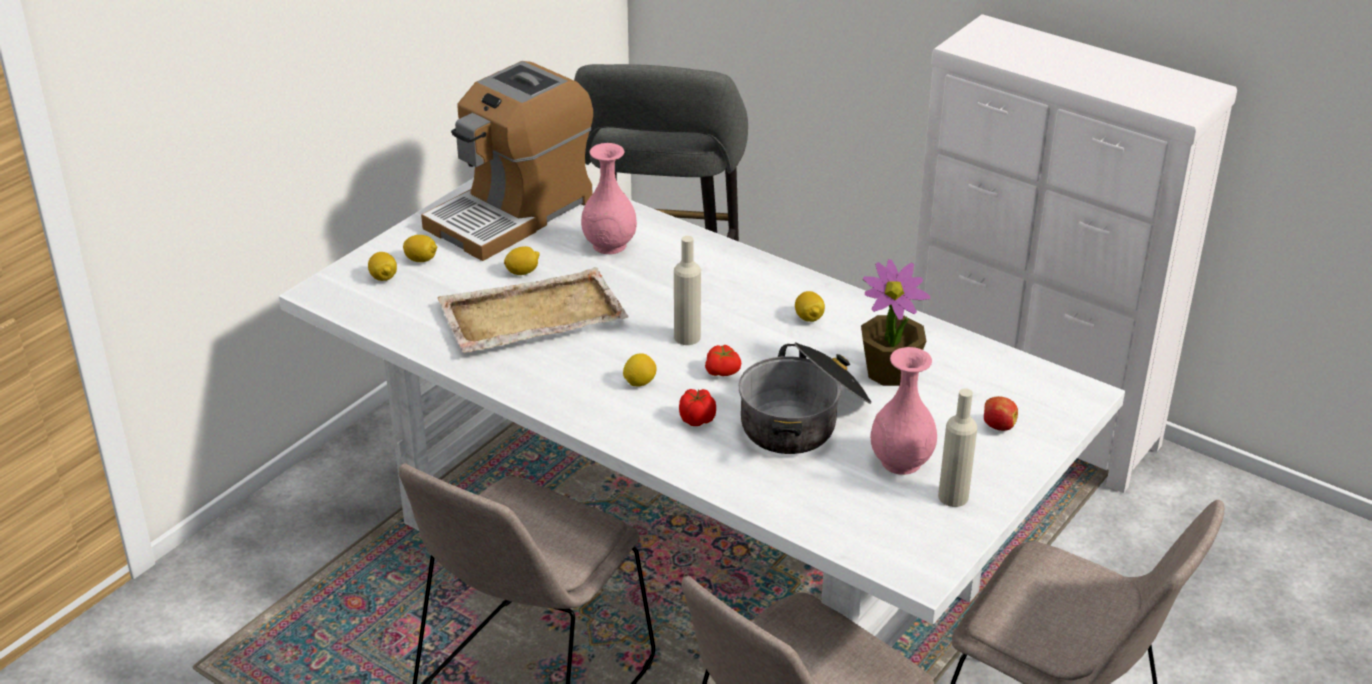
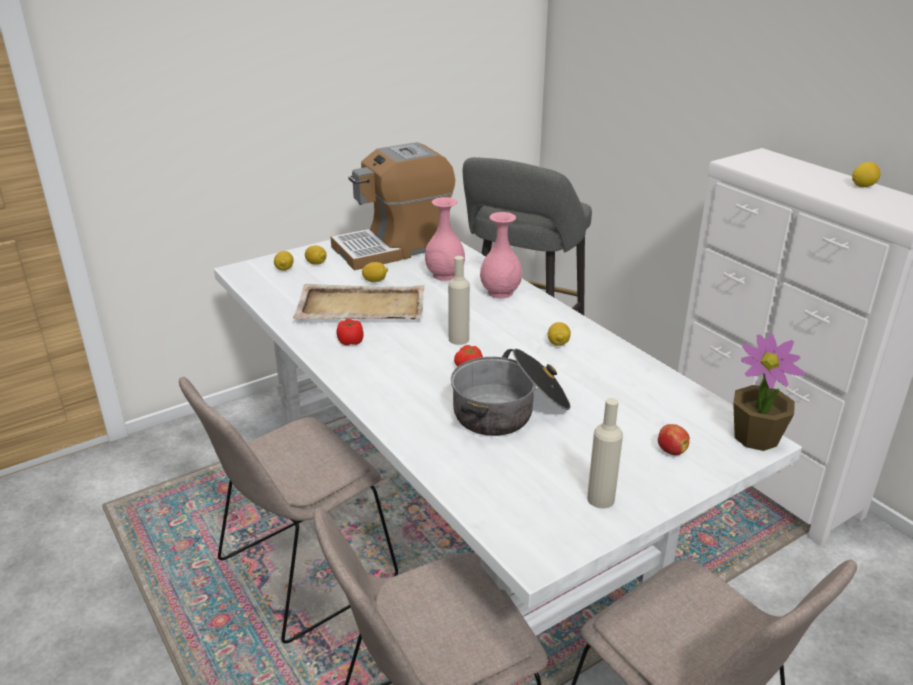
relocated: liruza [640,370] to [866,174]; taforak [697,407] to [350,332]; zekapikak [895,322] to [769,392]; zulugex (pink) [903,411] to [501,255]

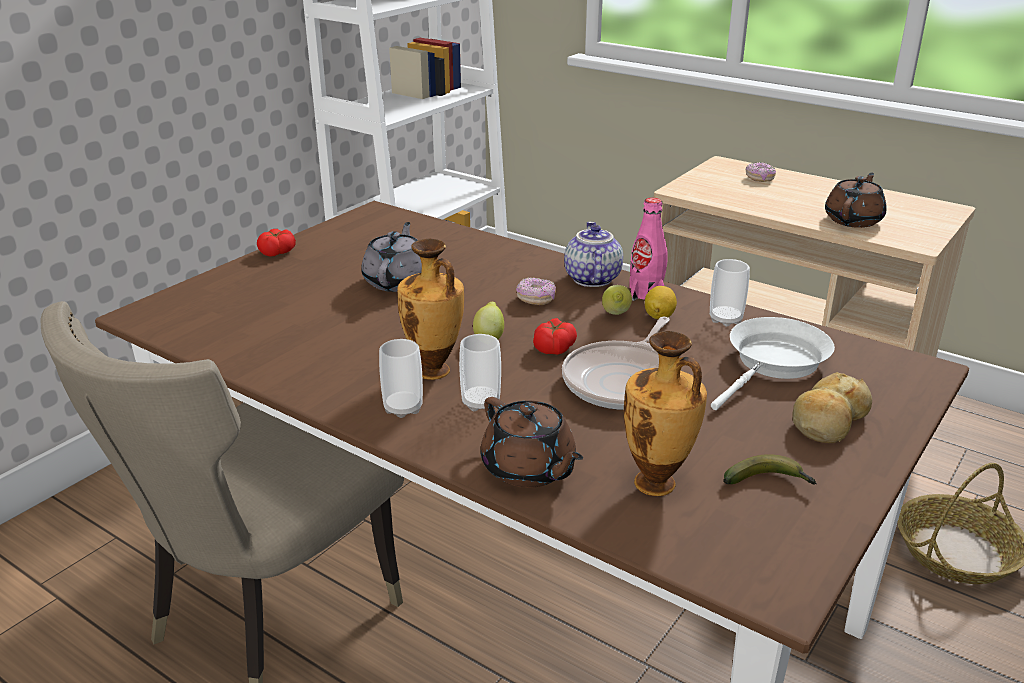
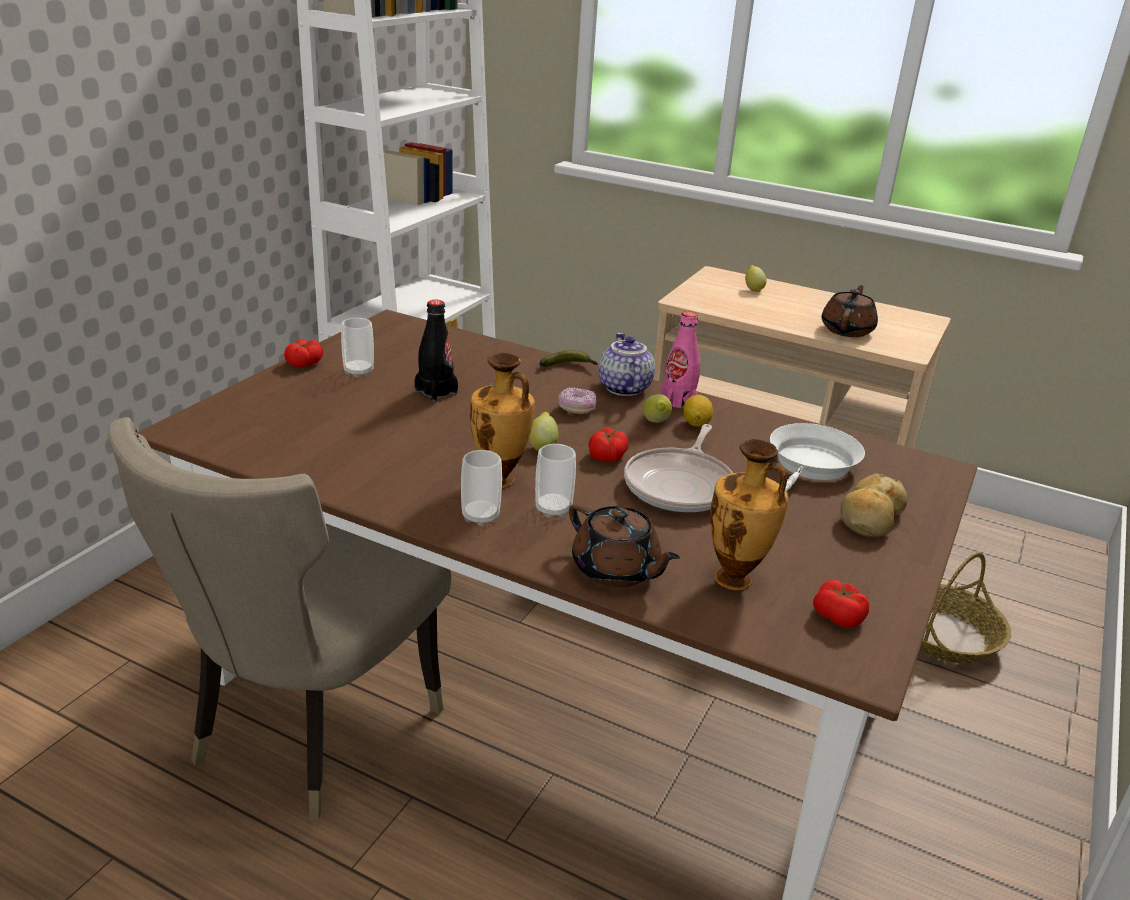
appeared: taforak [841,604]
relocated: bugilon [730,292] to [357,347]; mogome [770,469] to [569,358]
exchanged: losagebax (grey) [391,257] to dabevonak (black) [436,351]; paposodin [761,172] to liruza [755,278]

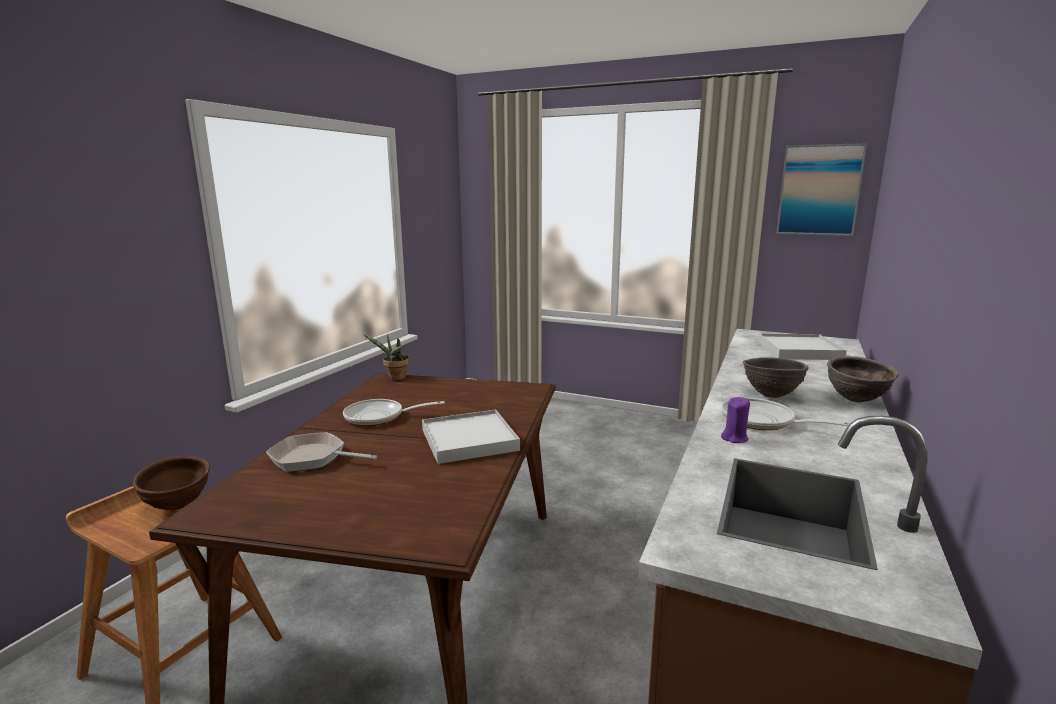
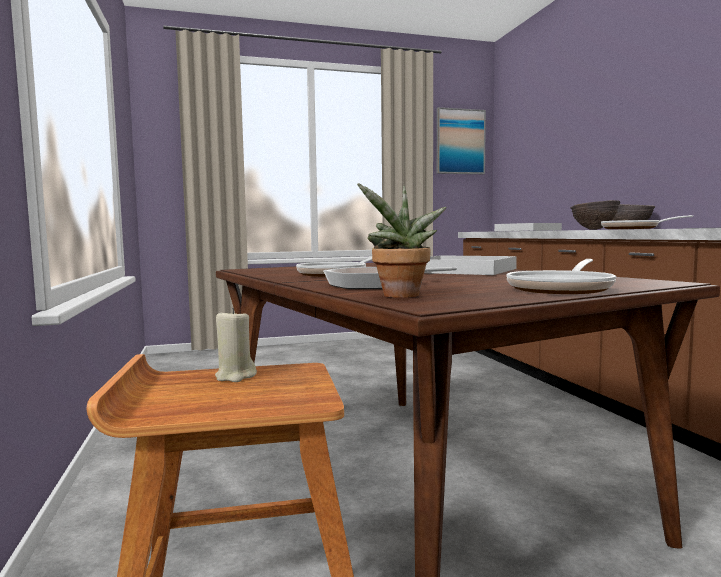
missing: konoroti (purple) [735,420]
appeared: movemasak [561,276]
relocated: zekapikak [386,357] to [402,240]
exchanged: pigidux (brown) [171,483] to konoroti (beige) [236,345]

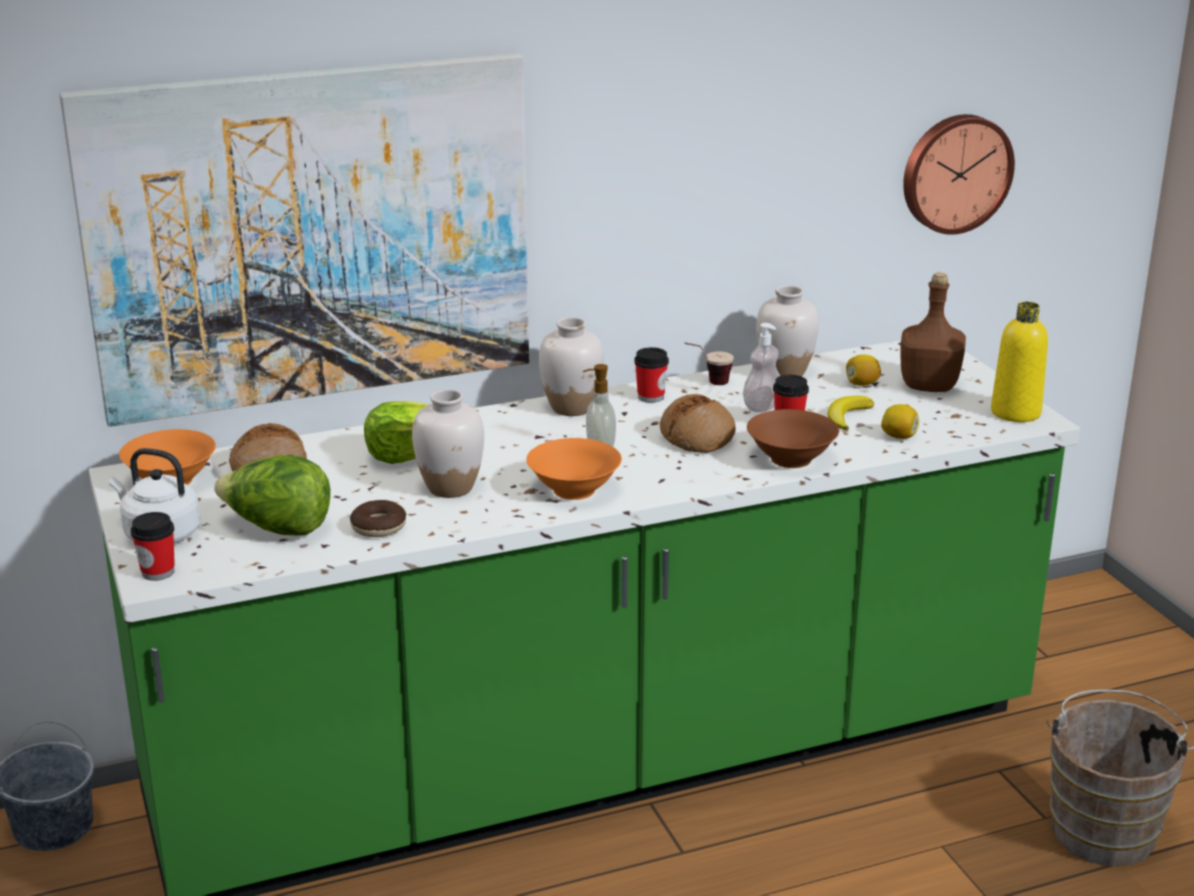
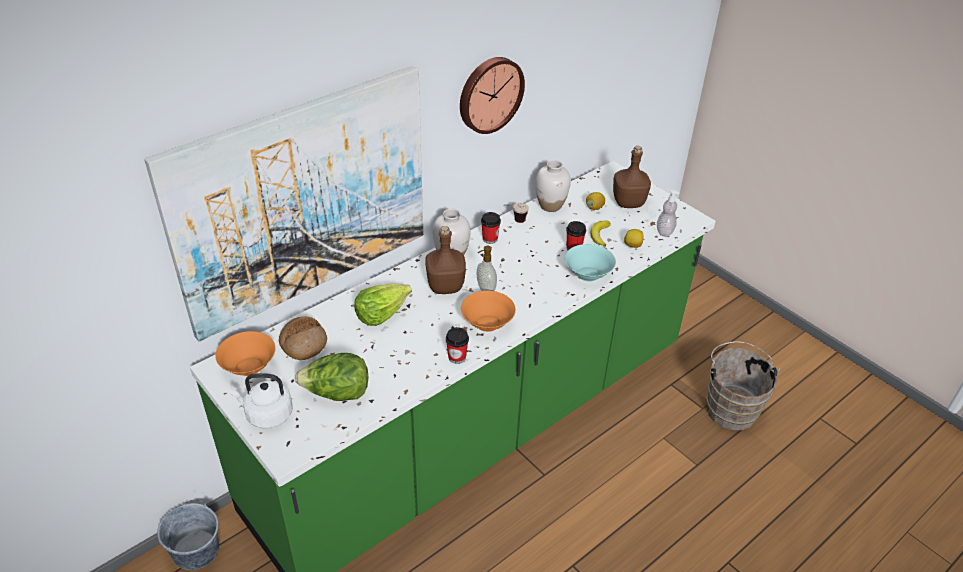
missing: paposodin [378,518]; zulugex (white) [448,443]; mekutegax [698,423]; dabevonak (yellow) [1019,362]
appeared: dabevonak (brown) [445,260]
relocated: bugilon [153,546] to [457,345]; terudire [761,367] to [668,213]; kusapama [959,174] to [492,95]
colour: pigidux (brown) [793,438] to pigidux (turquoise) [590,263]

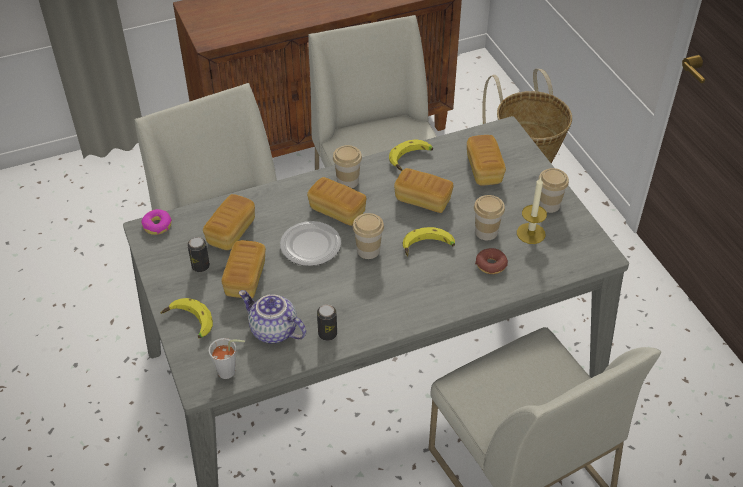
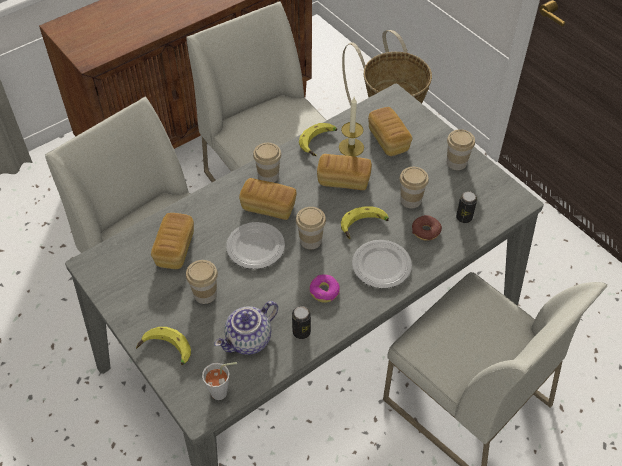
appeared: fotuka [382,264]
relocated: paposodin [156,222] to [324,289]; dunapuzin [198,254] to [466,207]; konoroti [532,210] to [351,127]
exchanged: mekutegax [243,269] to bugilon [202,282]
spun: losagebax [272,316] = [246,328] 60 degrees counterclockwise

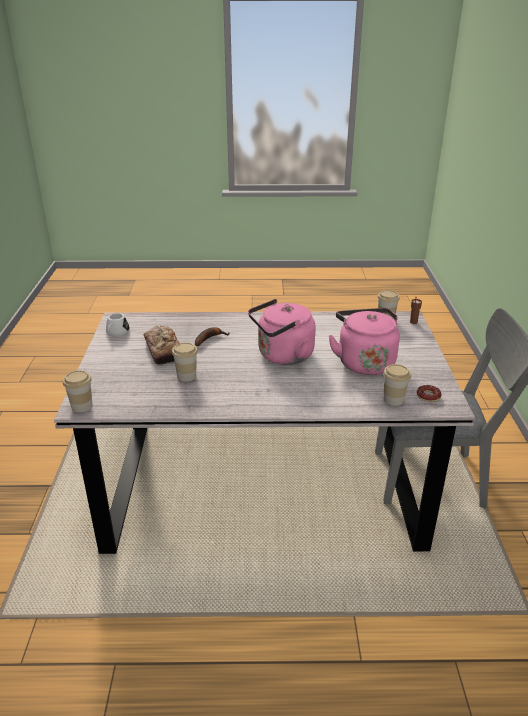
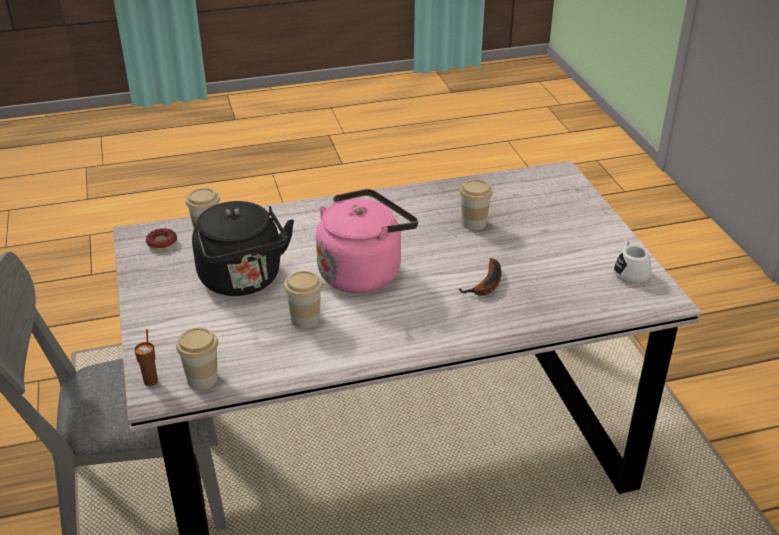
missing: mekutegax [161,345]
relocated: bugilon [77,391] to [303,300]
colour: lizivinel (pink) [364,341] to lizivinel (black) [243,248]

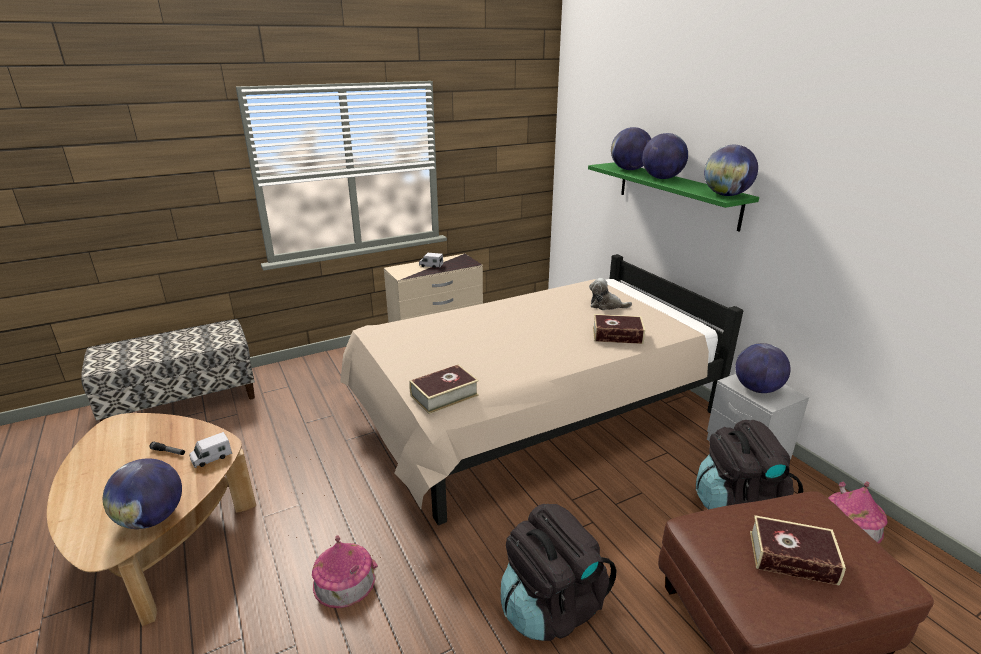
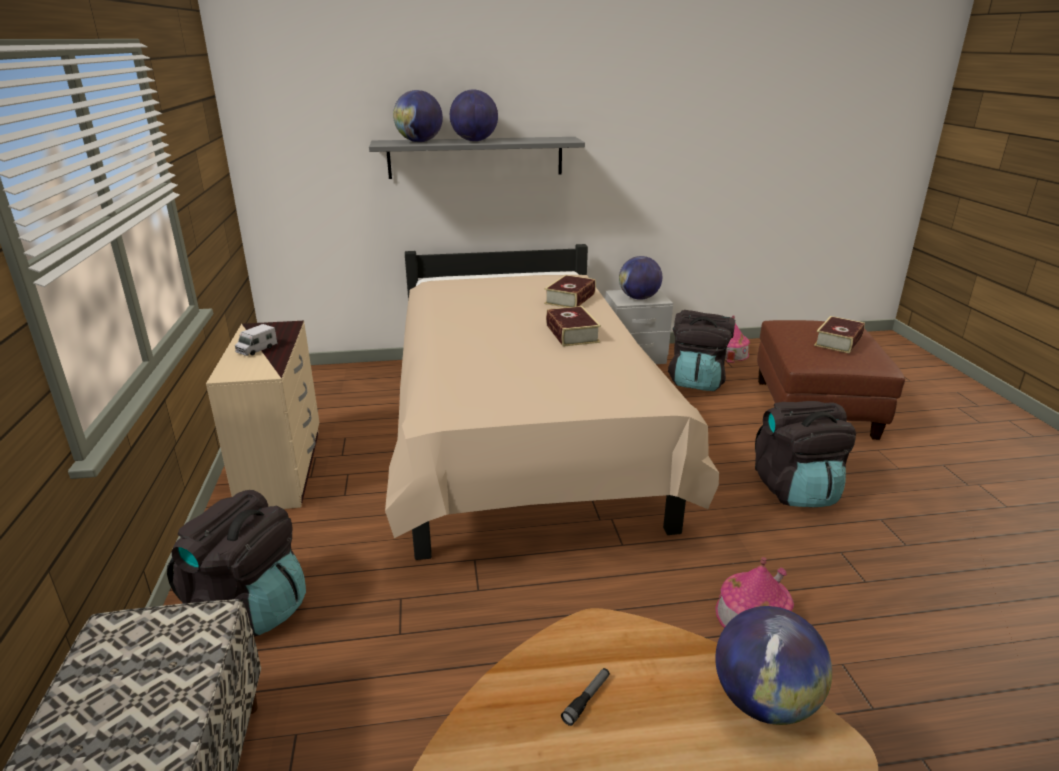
missing: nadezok [211,450]; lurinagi [610,294]; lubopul [731,170]
appeared: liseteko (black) [236,563]
relocated: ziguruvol [444,389] to [573,326]
colour: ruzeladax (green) [673,196] to ruzeladax (grey) [477,158]

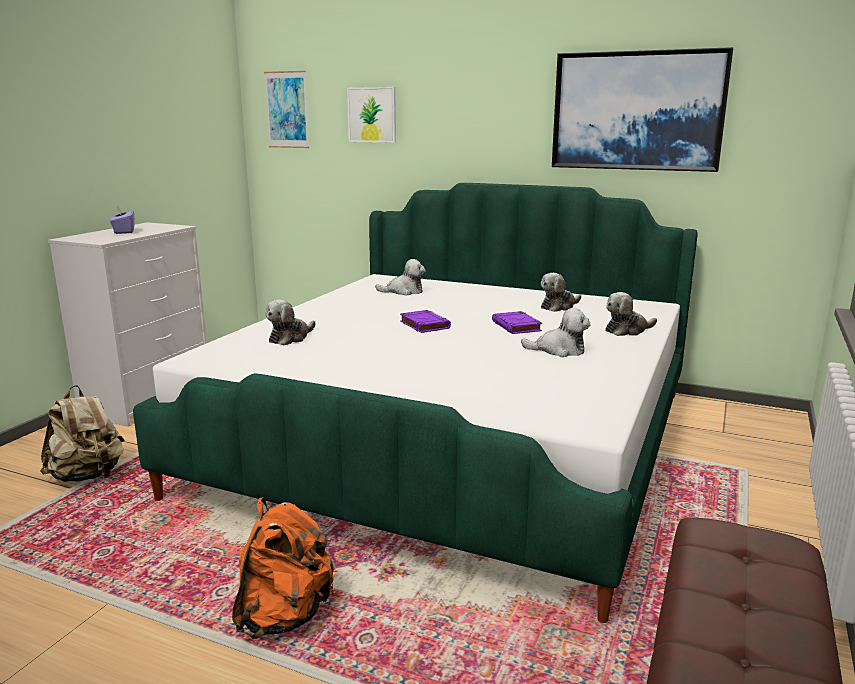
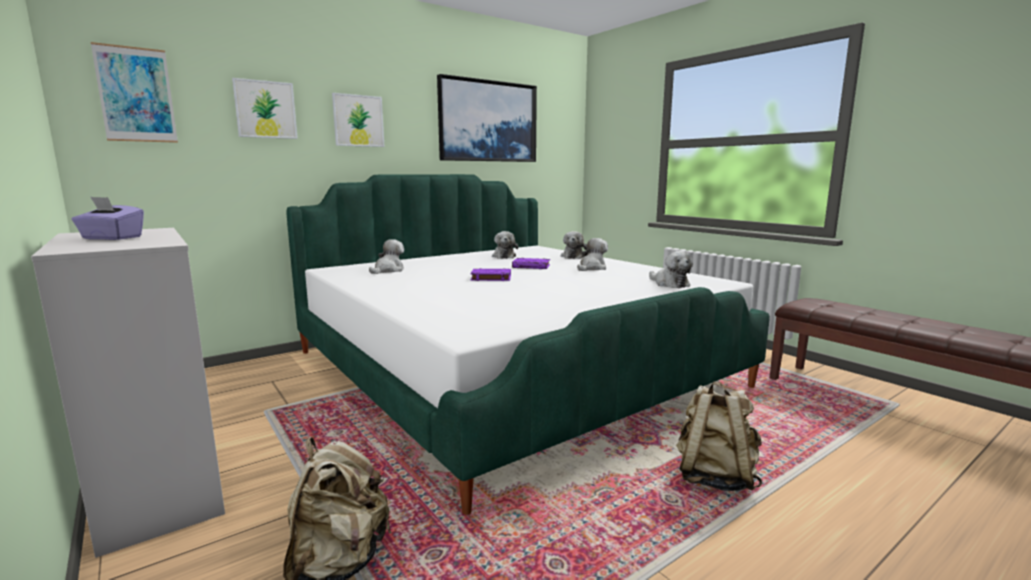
appeared: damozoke [358,120]
relocated: lurinagi [290,322] to [671,269]
colour: liseteko (orange) [283,568] to liseteko (beige) [719,436]

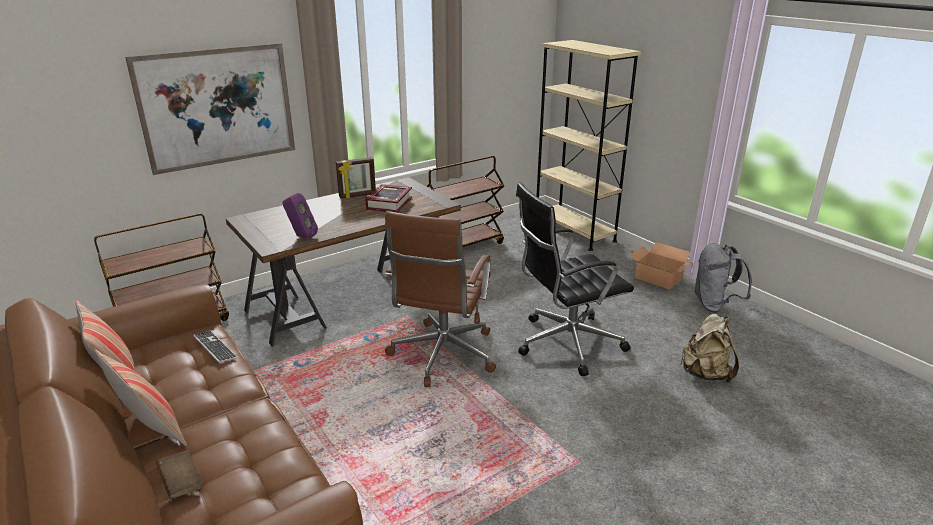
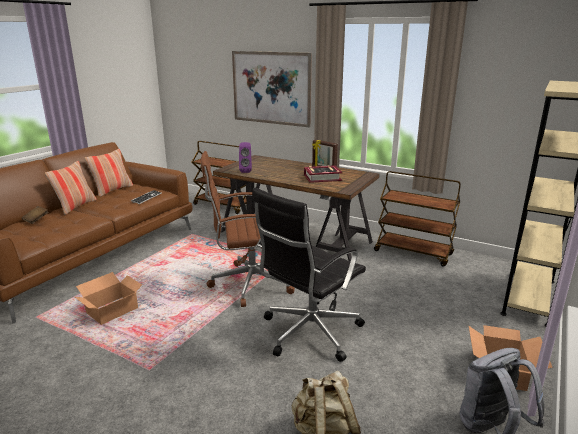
appeared: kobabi [108,298]
spun: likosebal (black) [575,279] = [309,274] 90 degrees counterclockwise

